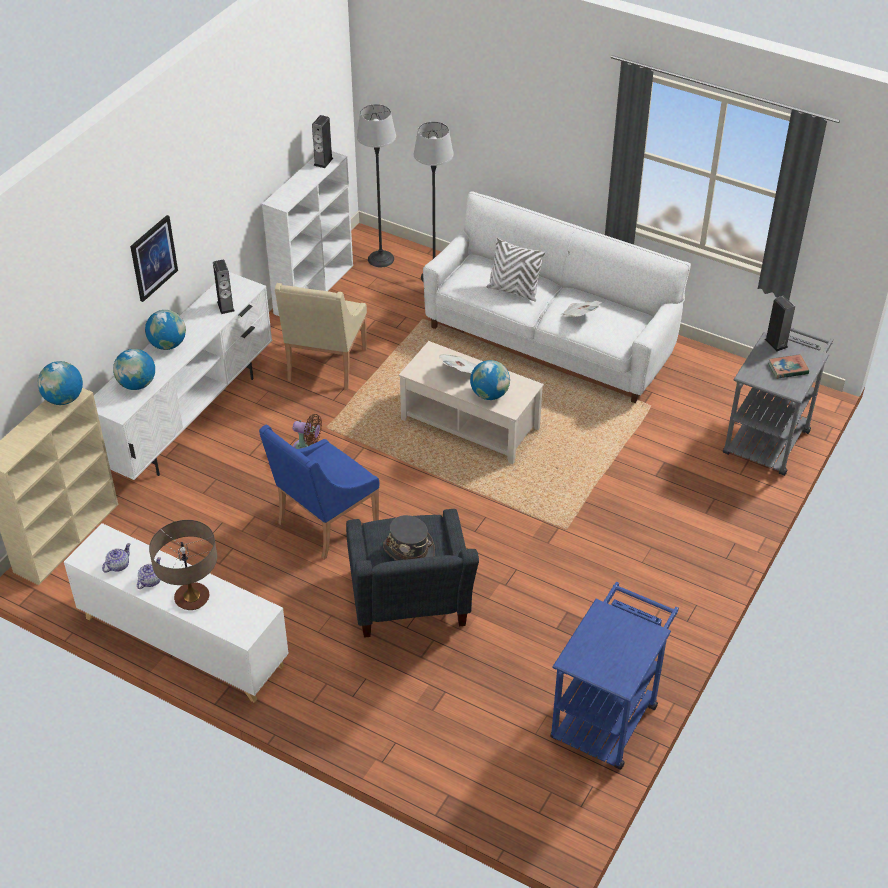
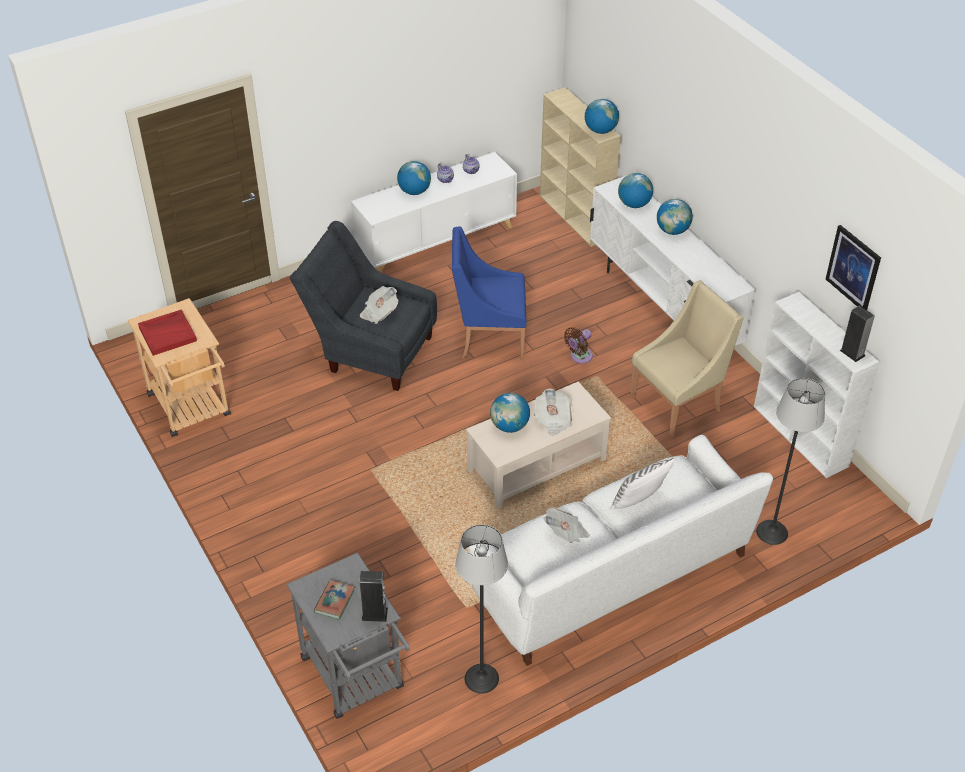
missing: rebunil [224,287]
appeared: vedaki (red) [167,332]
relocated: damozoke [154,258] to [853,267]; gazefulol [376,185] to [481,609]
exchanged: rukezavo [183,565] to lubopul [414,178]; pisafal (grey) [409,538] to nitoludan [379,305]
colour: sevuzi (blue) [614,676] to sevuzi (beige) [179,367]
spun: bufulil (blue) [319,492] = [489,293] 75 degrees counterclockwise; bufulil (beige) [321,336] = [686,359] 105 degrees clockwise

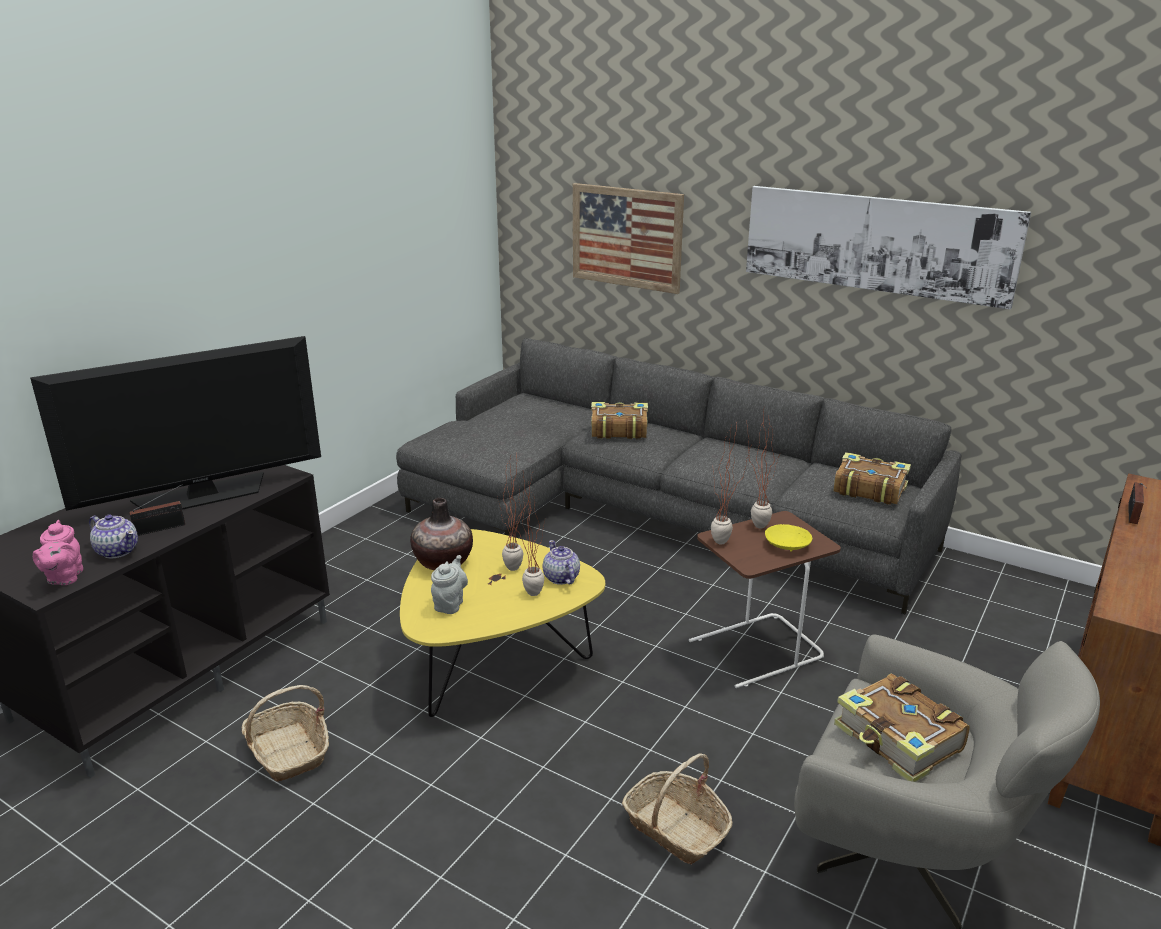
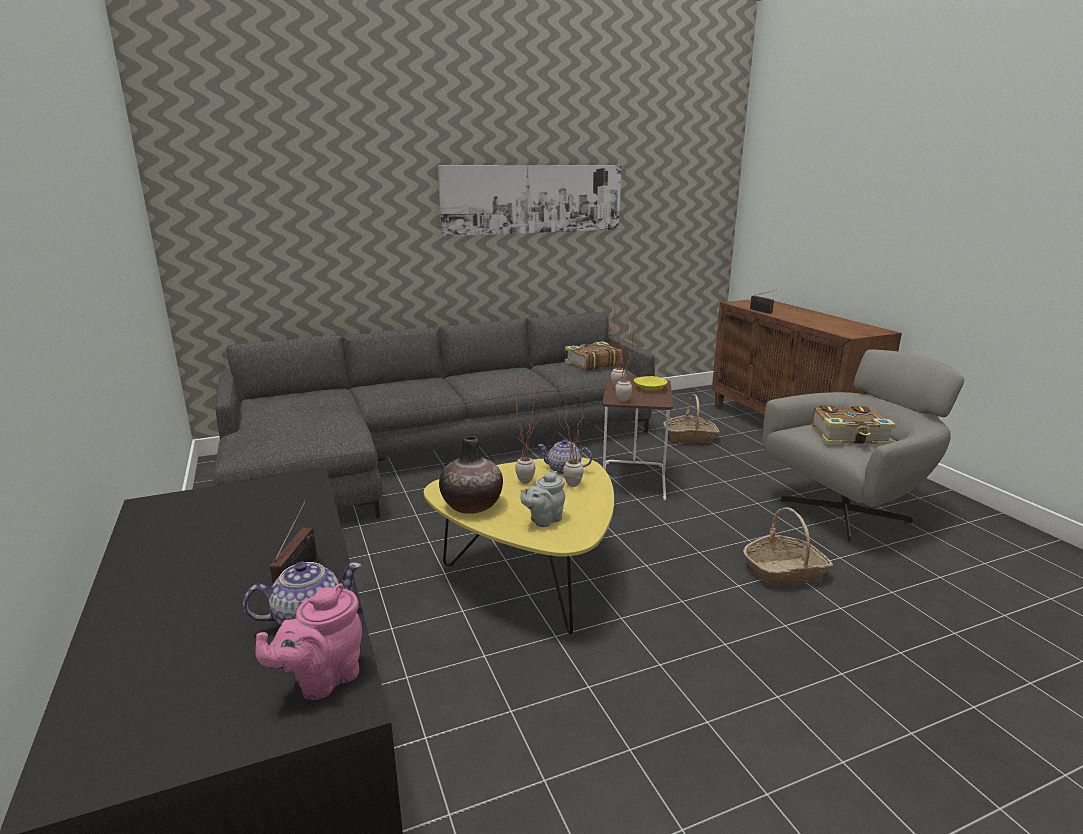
missing: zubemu [175,423]; damozoke [628,238]; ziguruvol [619,420]
relocated: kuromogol [285,733] to [691,418]
spun: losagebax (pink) [58,552] = [308,642] 105 degrees clockwise; losagebax (grey) [449,584] = [543,499] 90 degrees counterclockwise

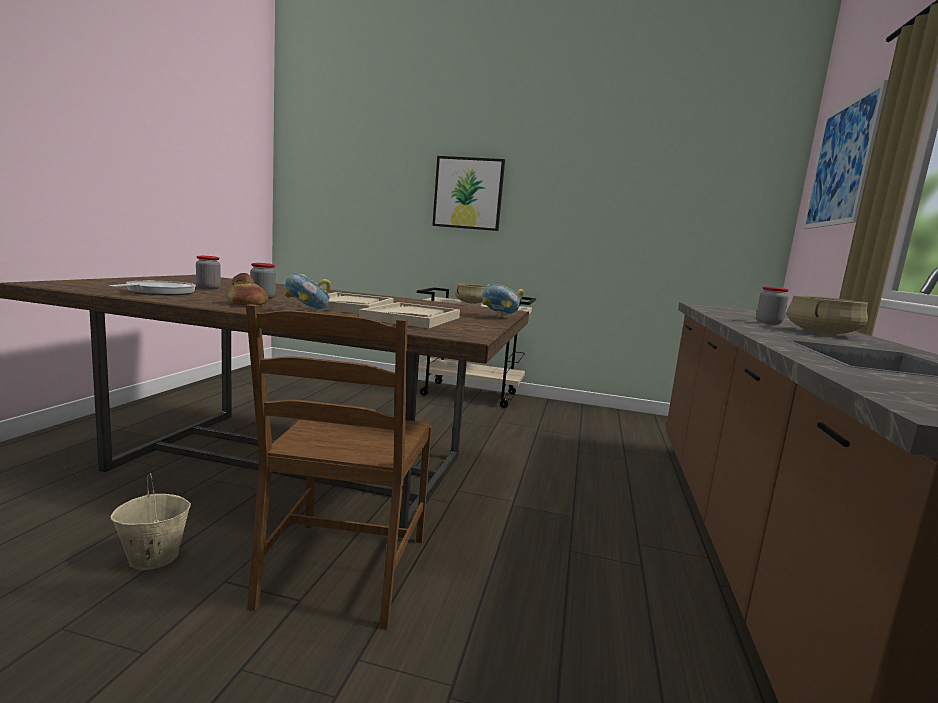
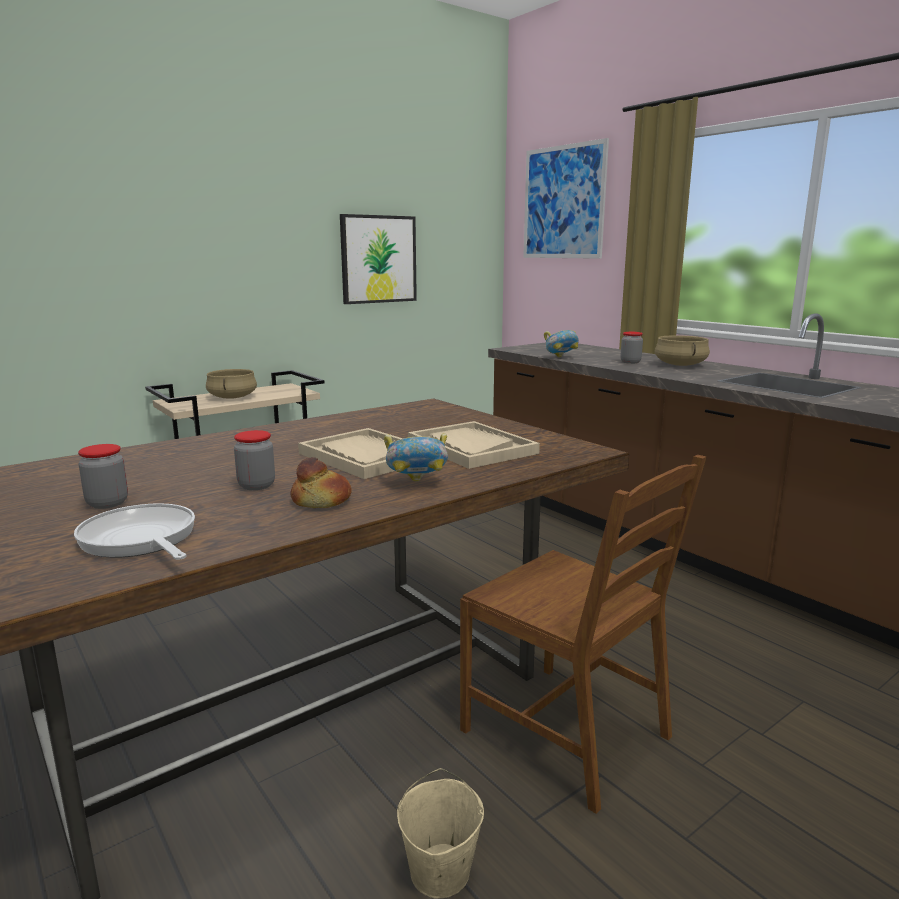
relocated: damozoke [468,193] to [378,259]; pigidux [503,301] to [561,343]

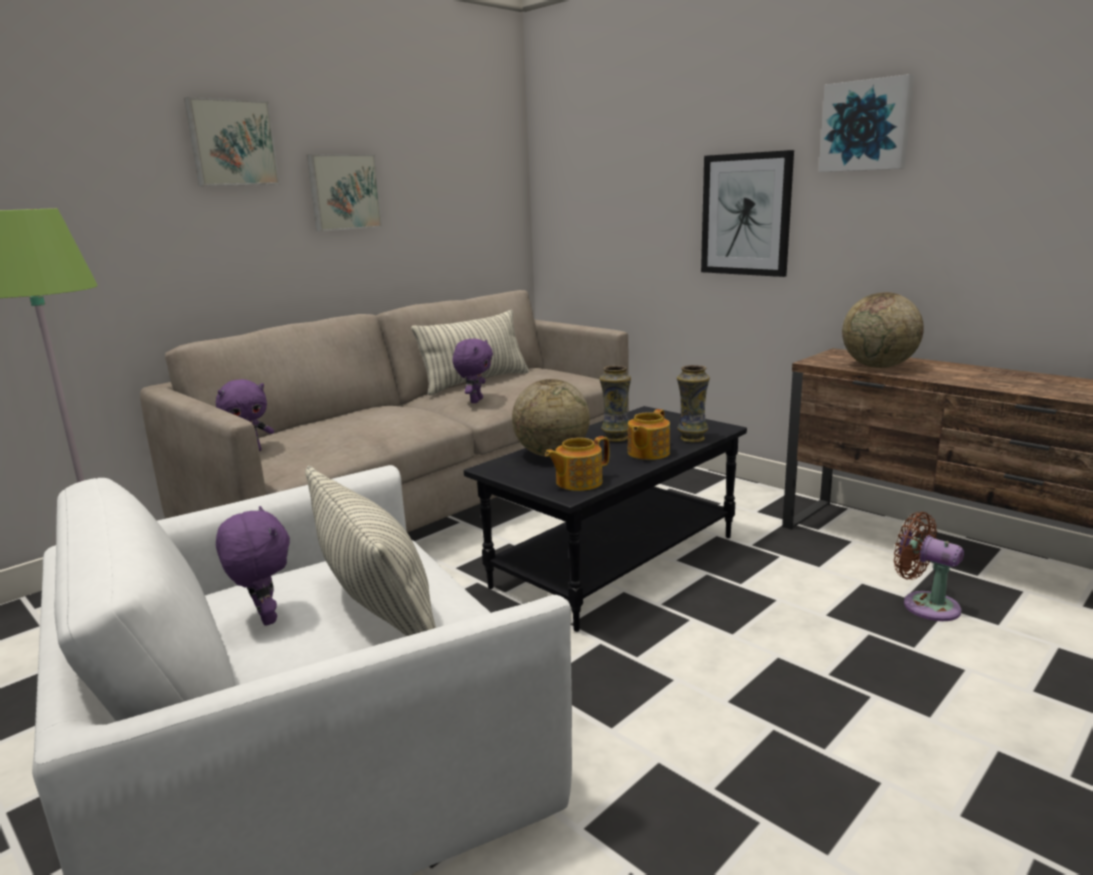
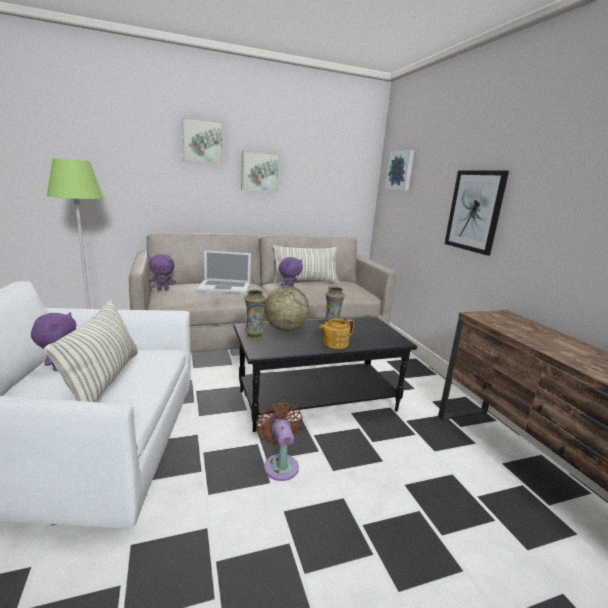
missing: losagebax [577,463]; lubopul [883,330]
appeared: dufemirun [224,271]
relocated: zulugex [693,403] to [254,315]; damozoke [866,123] to [399,170]; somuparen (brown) [929,566] to [279,441]

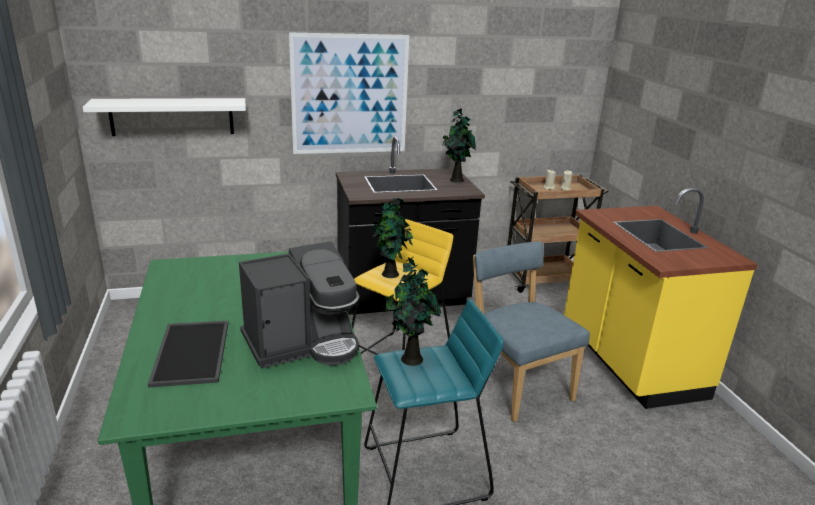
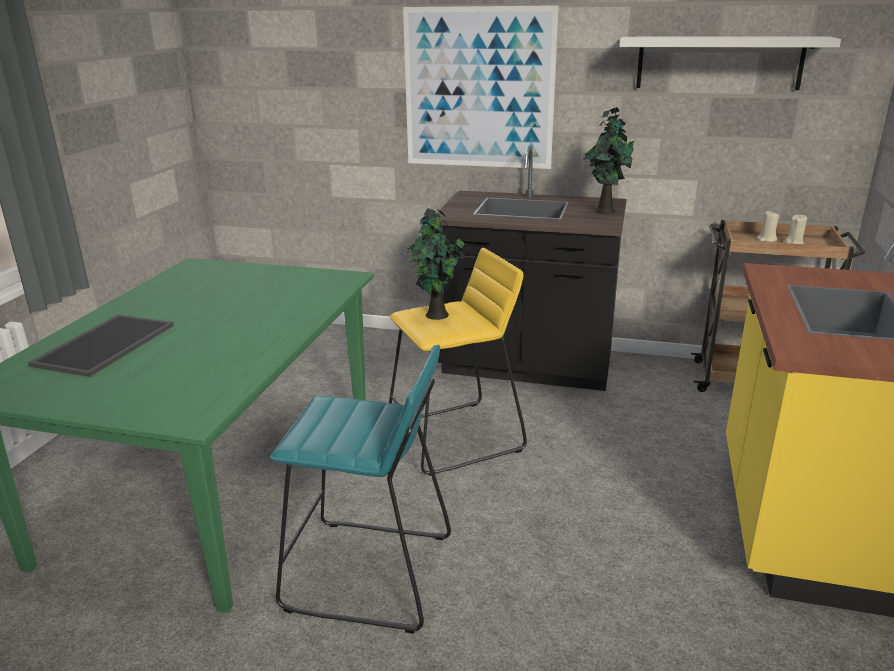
missing: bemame [299,304]; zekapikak [412,311]; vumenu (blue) [531,331]
relocated: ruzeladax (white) [164,117] to [730,63]

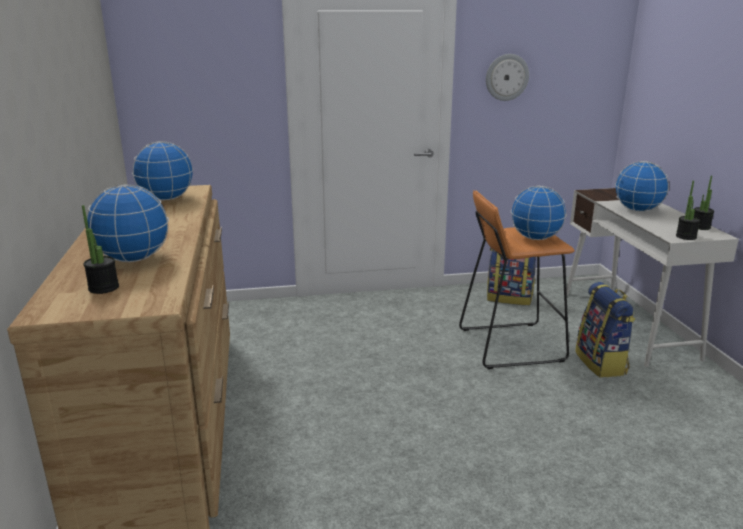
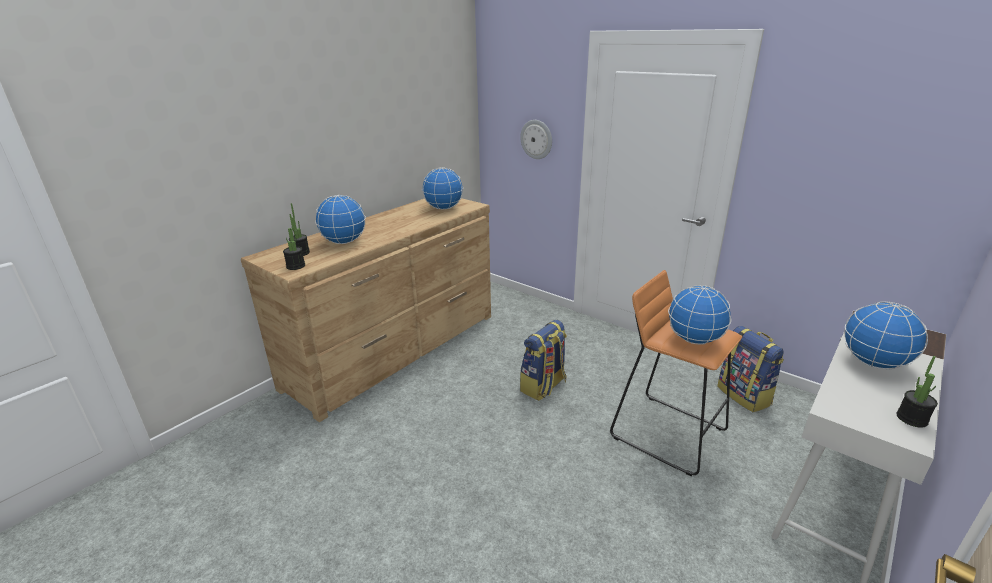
relocated: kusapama [507,77] to [536,139]; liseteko [605,329] to [543,360]; zekapikak [688,210] to [294,242]

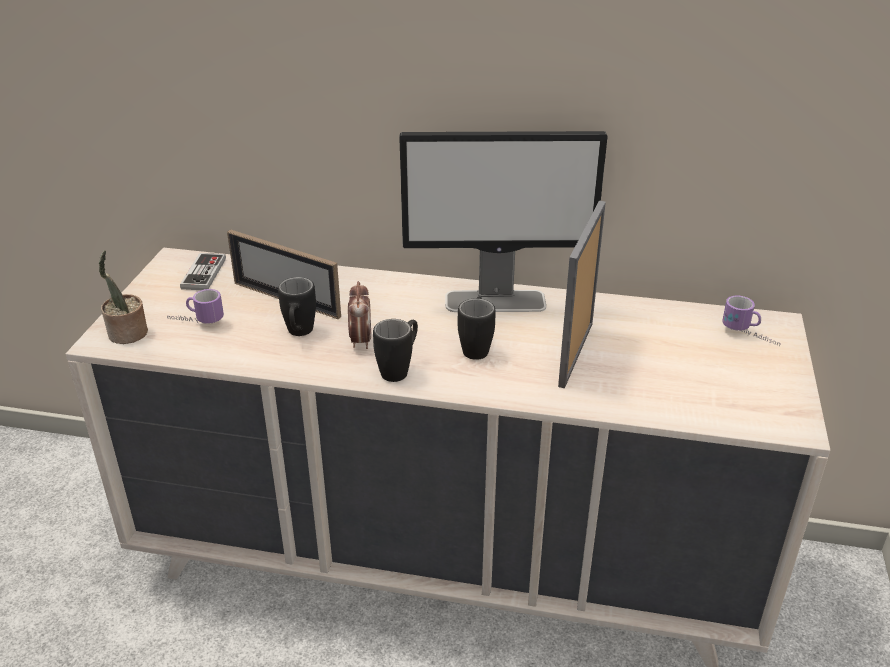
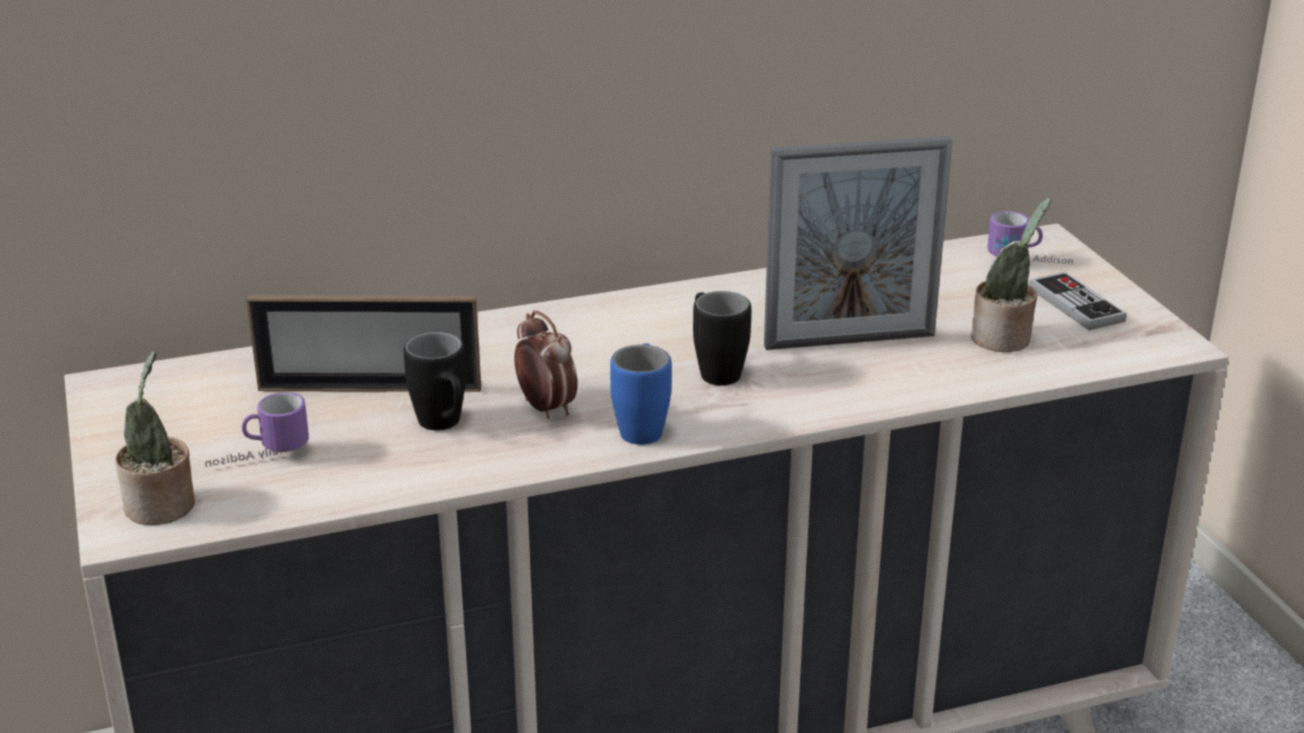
missing: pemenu [503,221]
appeared: zekapikak [1011,274]
relocated: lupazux [203,271] to [1077,301]
colour: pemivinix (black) [395,350] to pemivinix (blue) [641,394]
spun: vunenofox [582,294] = [858,243] 90 degrees counterclockwise

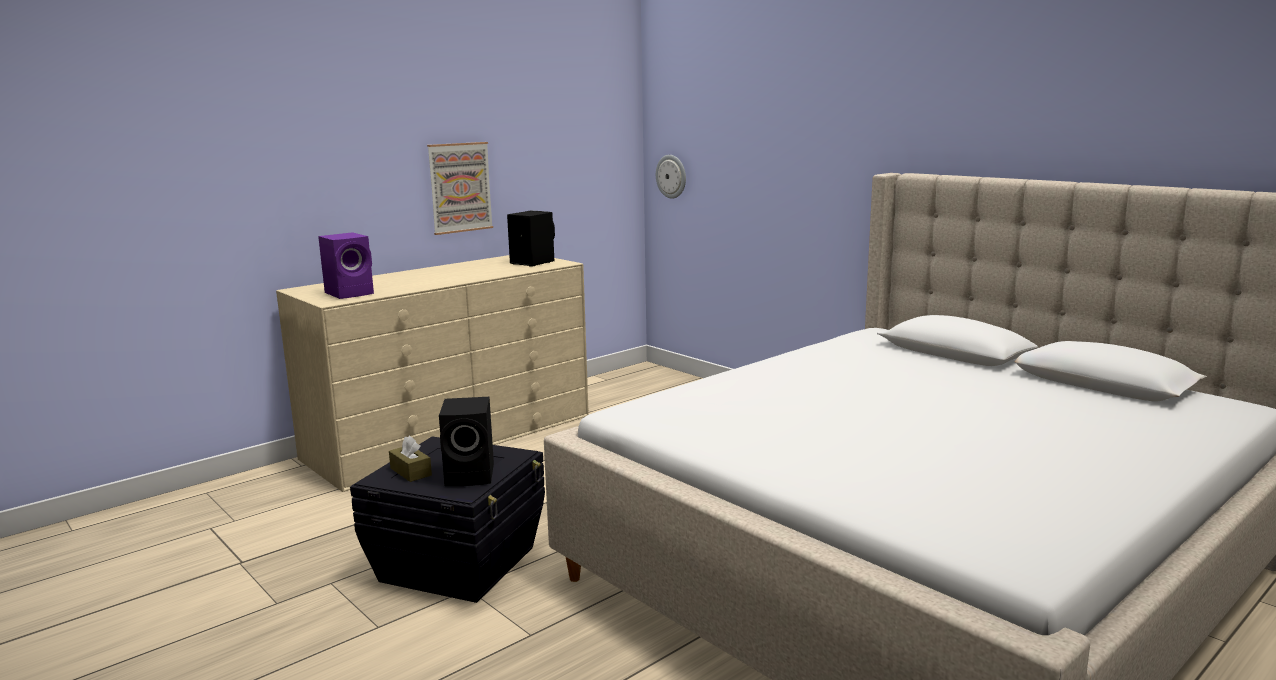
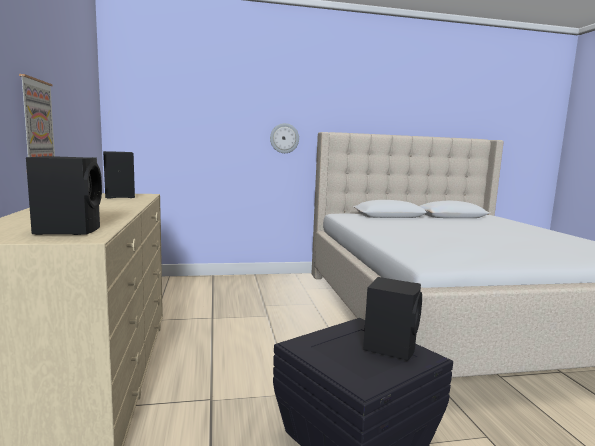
missing: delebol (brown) [410,459]
relocated: kusapama [671,177] to [284,138]
colour: rebunil (purple) [346,265] to rebunil (black) [64,195]

